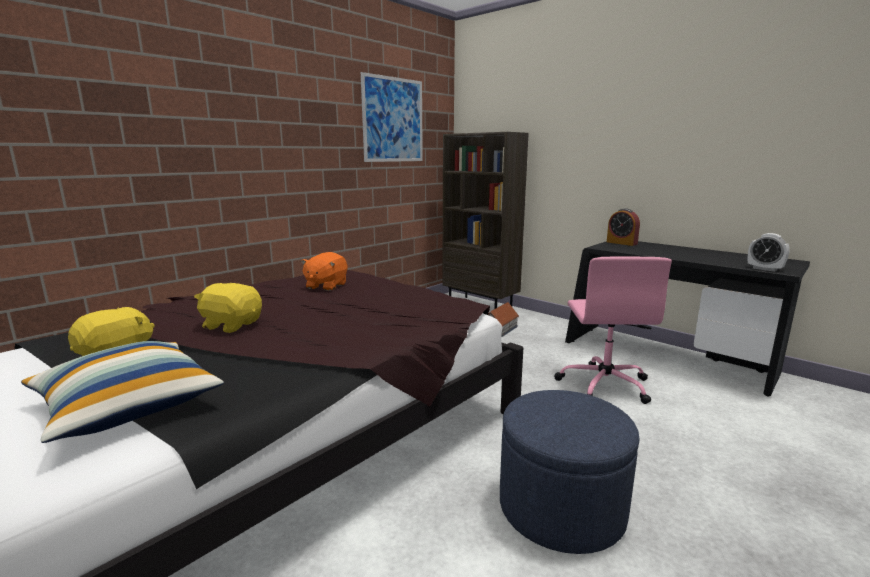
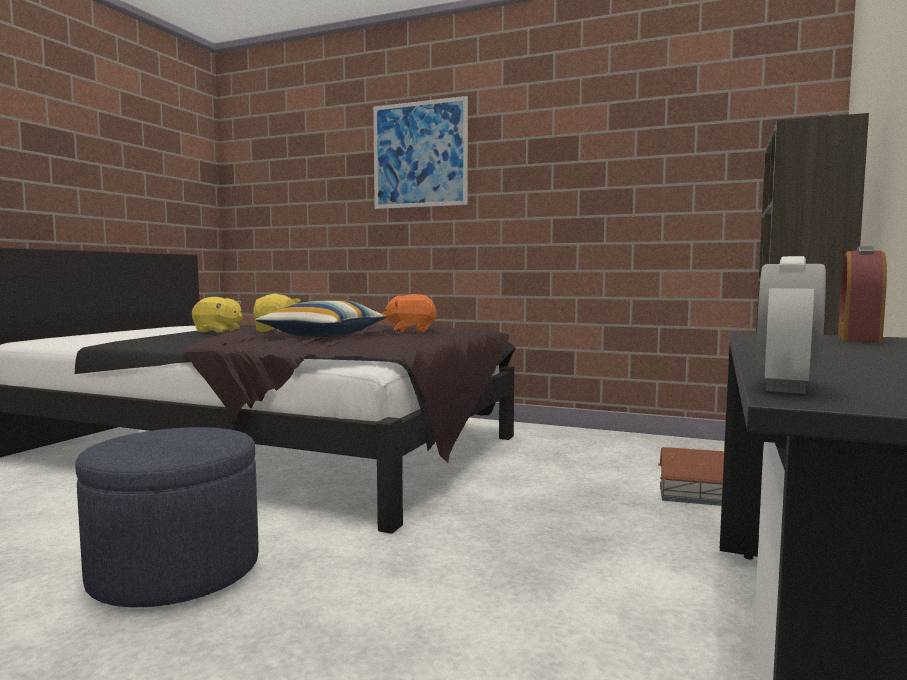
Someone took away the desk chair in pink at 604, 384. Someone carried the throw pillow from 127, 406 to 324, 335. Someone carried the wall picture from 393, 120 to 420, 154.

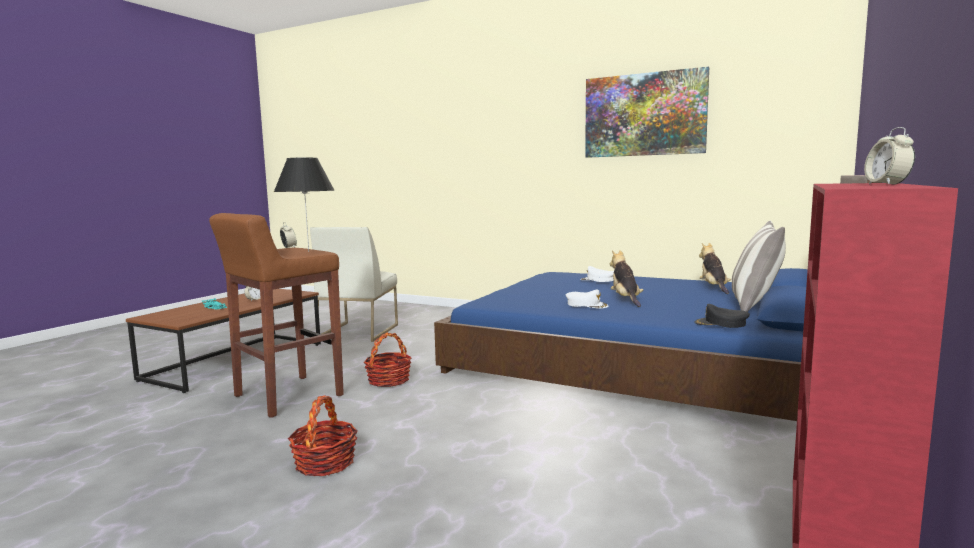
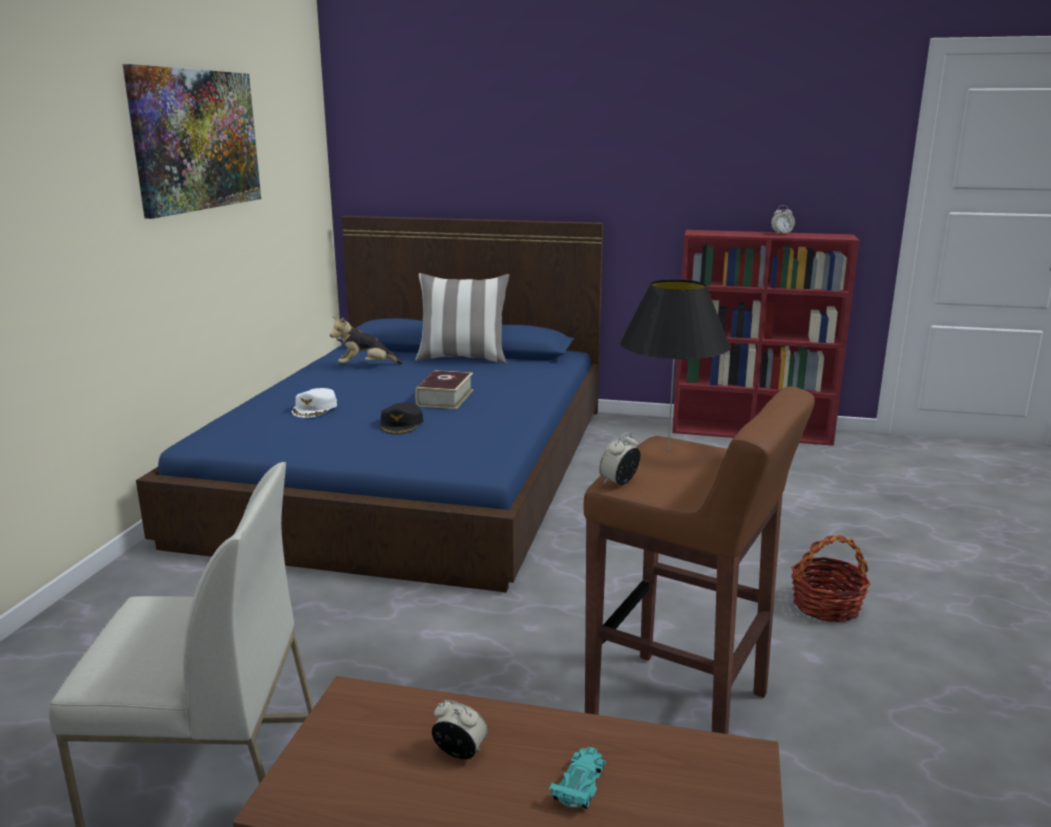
Someone took away the basket at 388, 380. Someone took away the baseball cap in white-coloured at 586, 305. Someone carried the baseball cap in black from 721, 323 to 401, 424. Someone swapped the plush toy at 625, 300 for the volume at 445, 398.

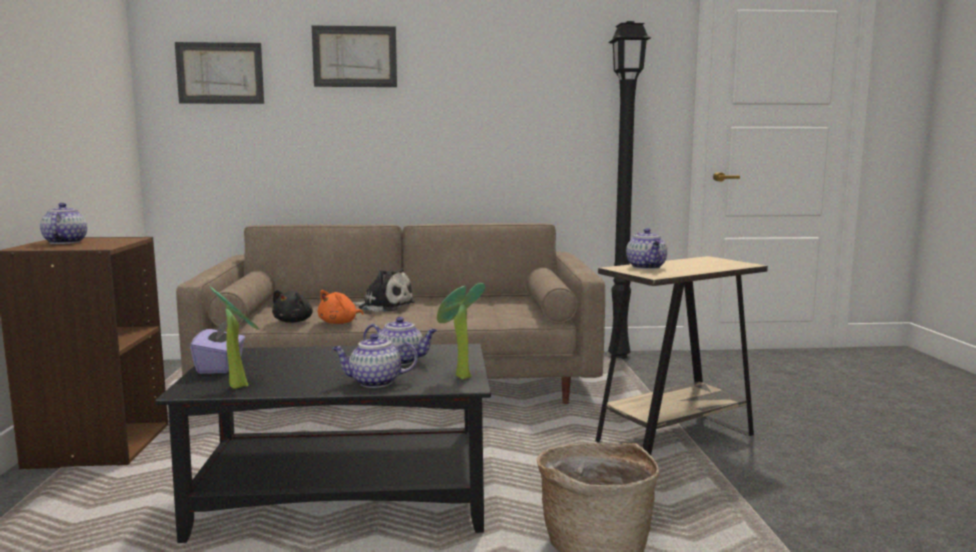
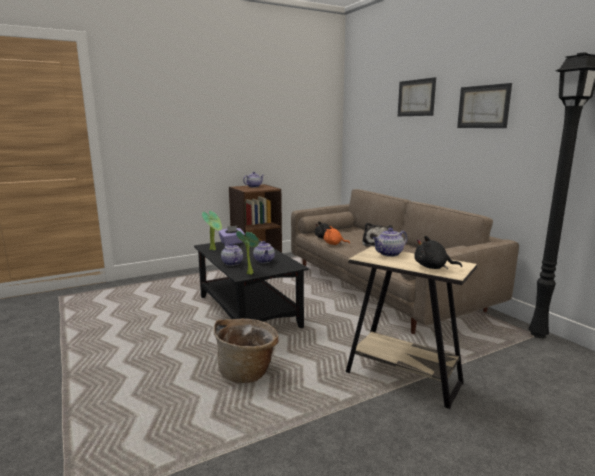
Someone put down the plush toy in black at 433, 267. Someone carried the wall picture from 220, 73 to 483, 106.

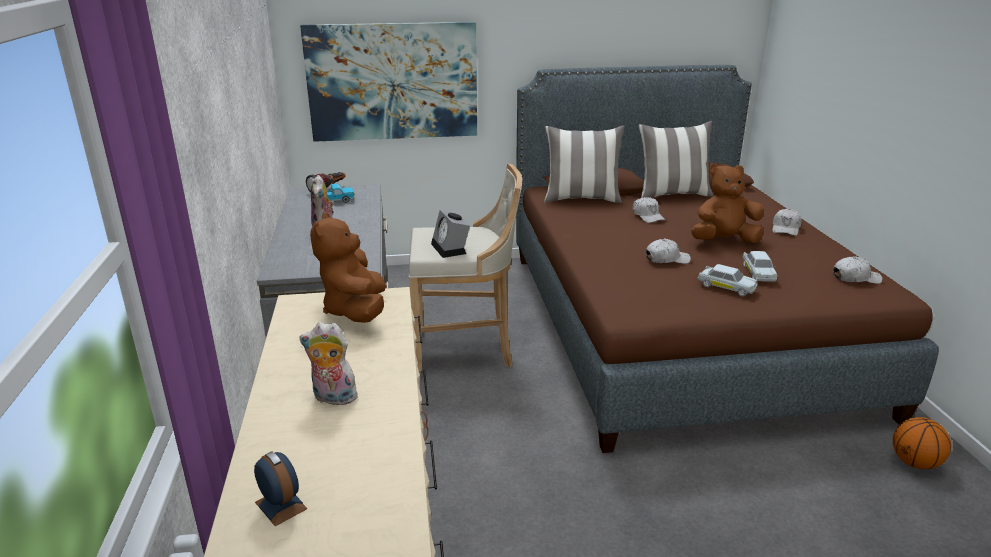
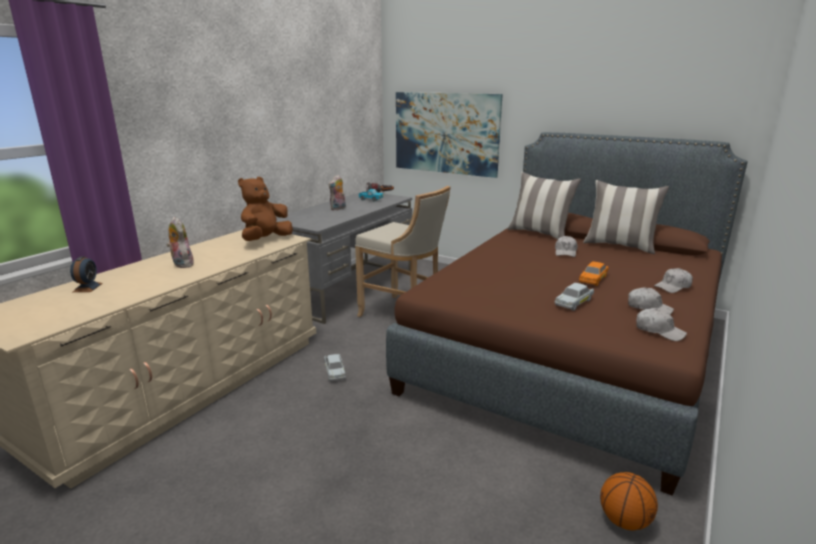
Someone took away the table clock at 451, 249. Someone carried the baseball cap in white-coloured from 666, 259 to 648, 308. Someone carried the miniature car in white-coloured from 726, 287 to 335, 372. Someone swapped the plush toy in brownish at 723, 241 for the miniature car in orange-coloured at 593, 279.

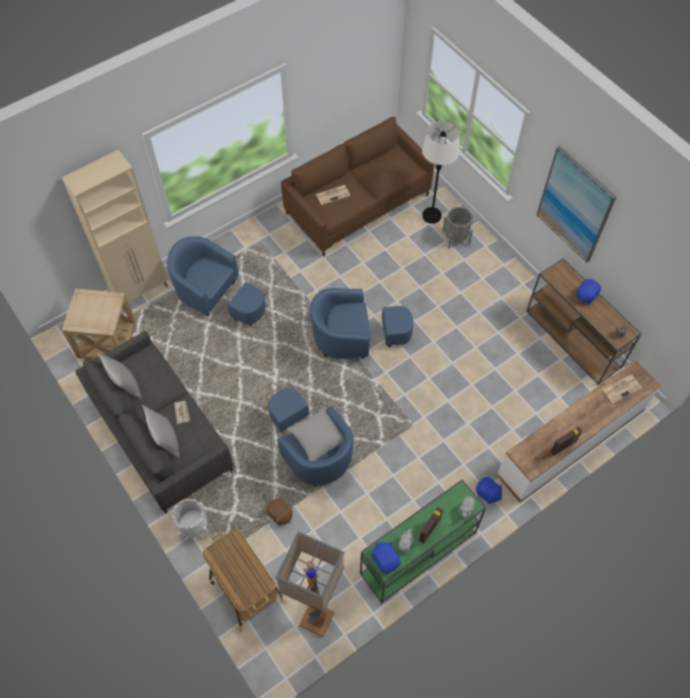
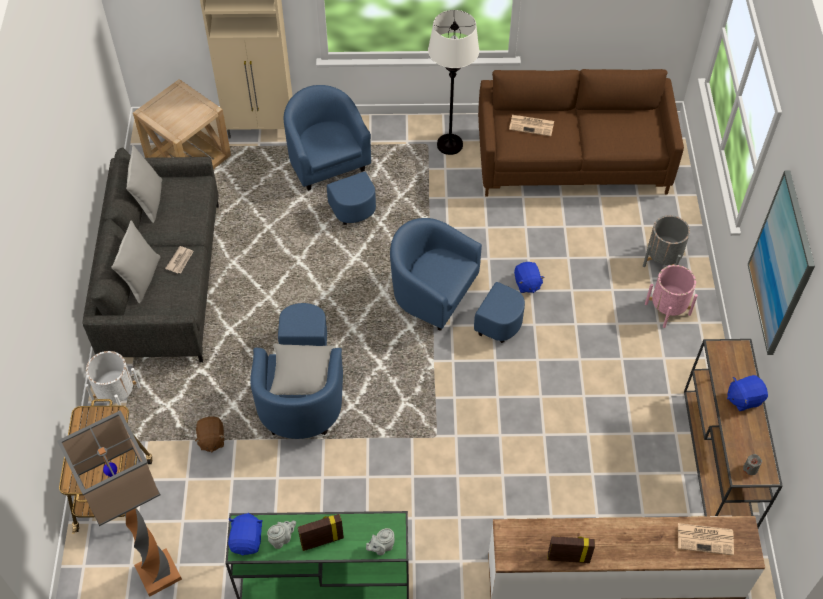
Someone put down the plant pot in pink at 667, 309. Someone carried the standard lamp in white-coloured from 431, 215 to 450, 145. Someone carried the plush toy in blue from 487, 493 to 527, 284.

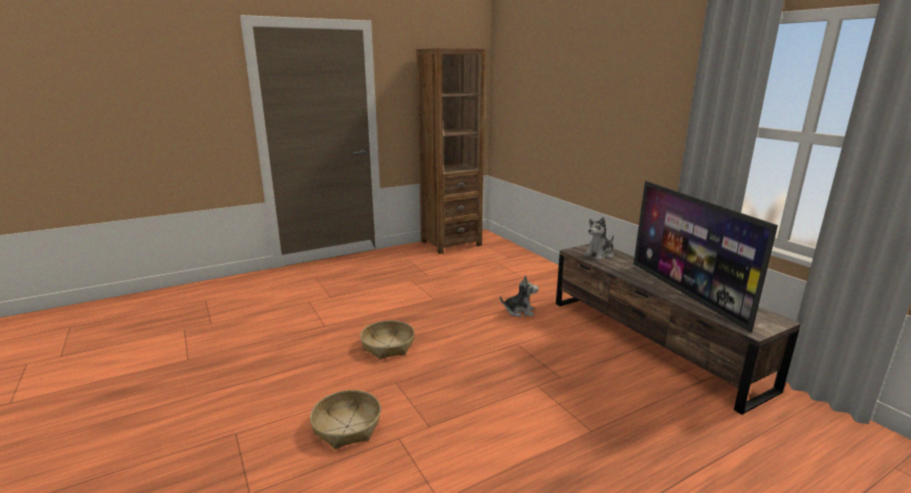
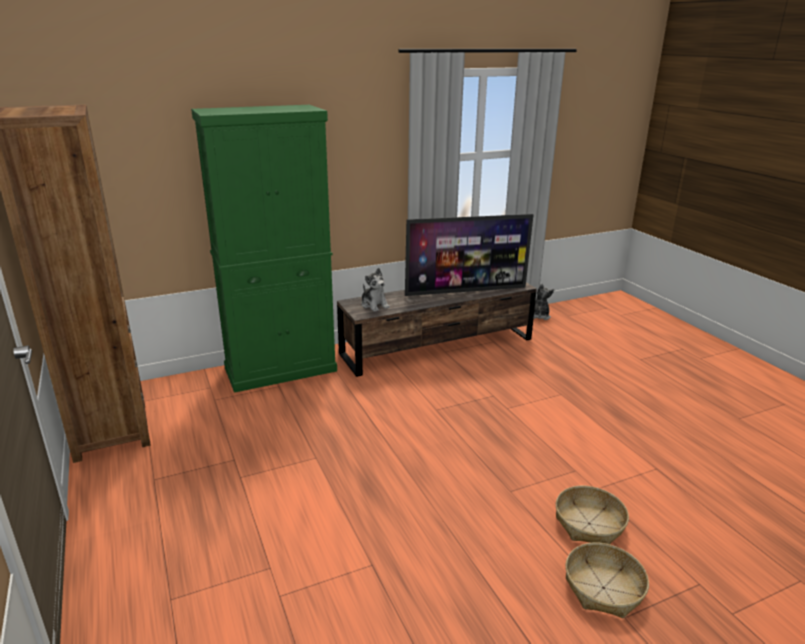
Someone put down the storage cabinet in greenish at 281, 369. Someone carried the basket from 388, 346 to 603, 587. Someone carried the plush toy from 519, 311 to 539, 316.

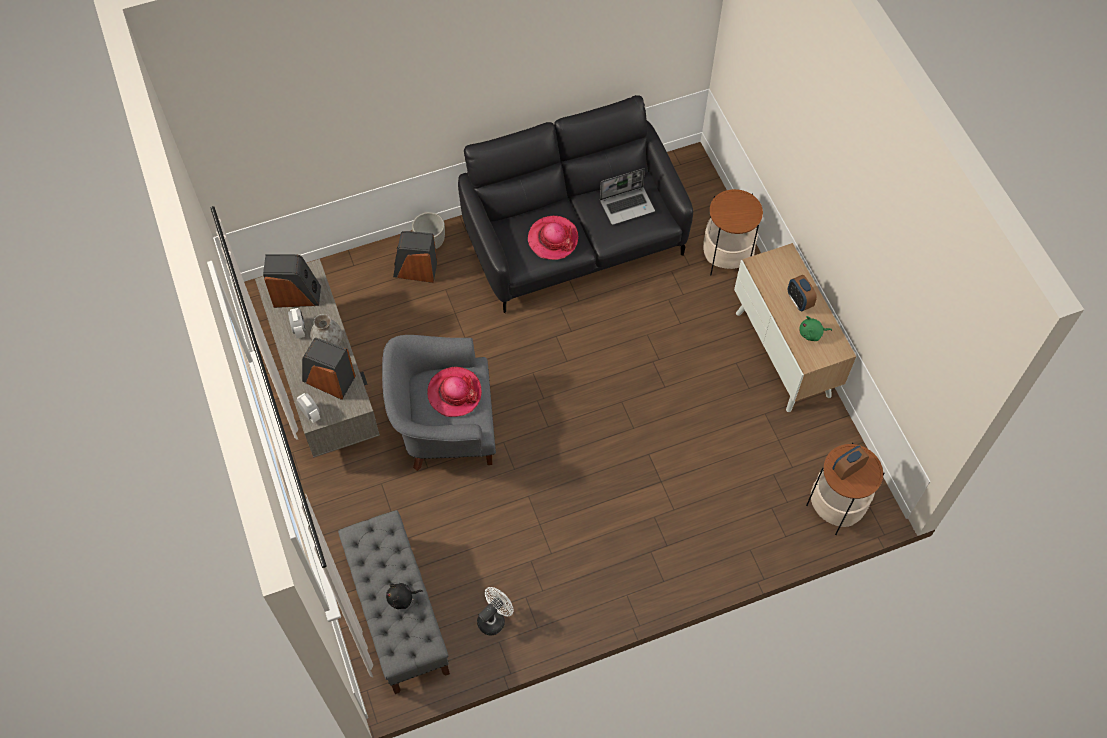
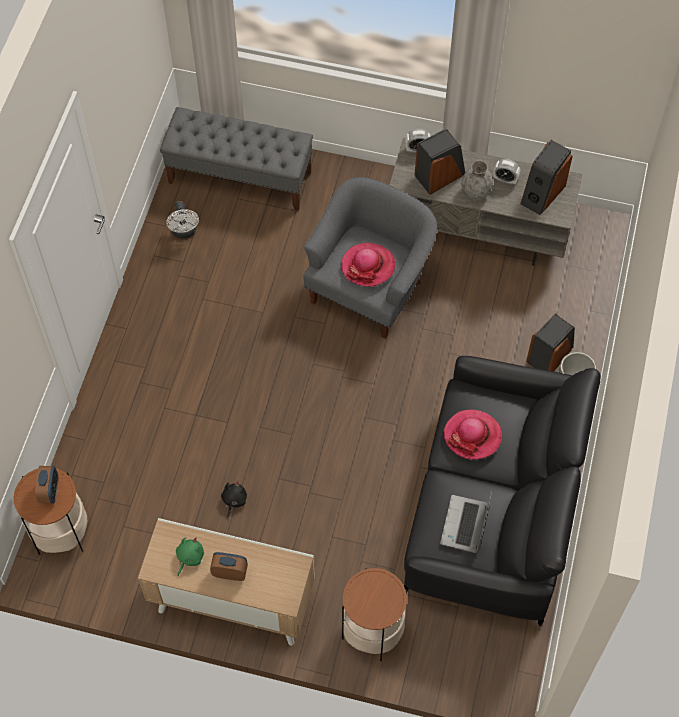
Someone carried the plush toy in black from 402, 598 to 234, 500.

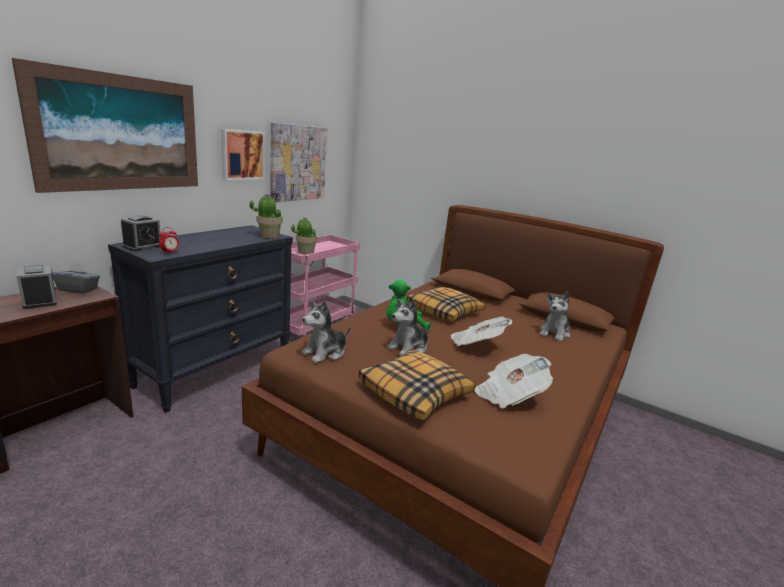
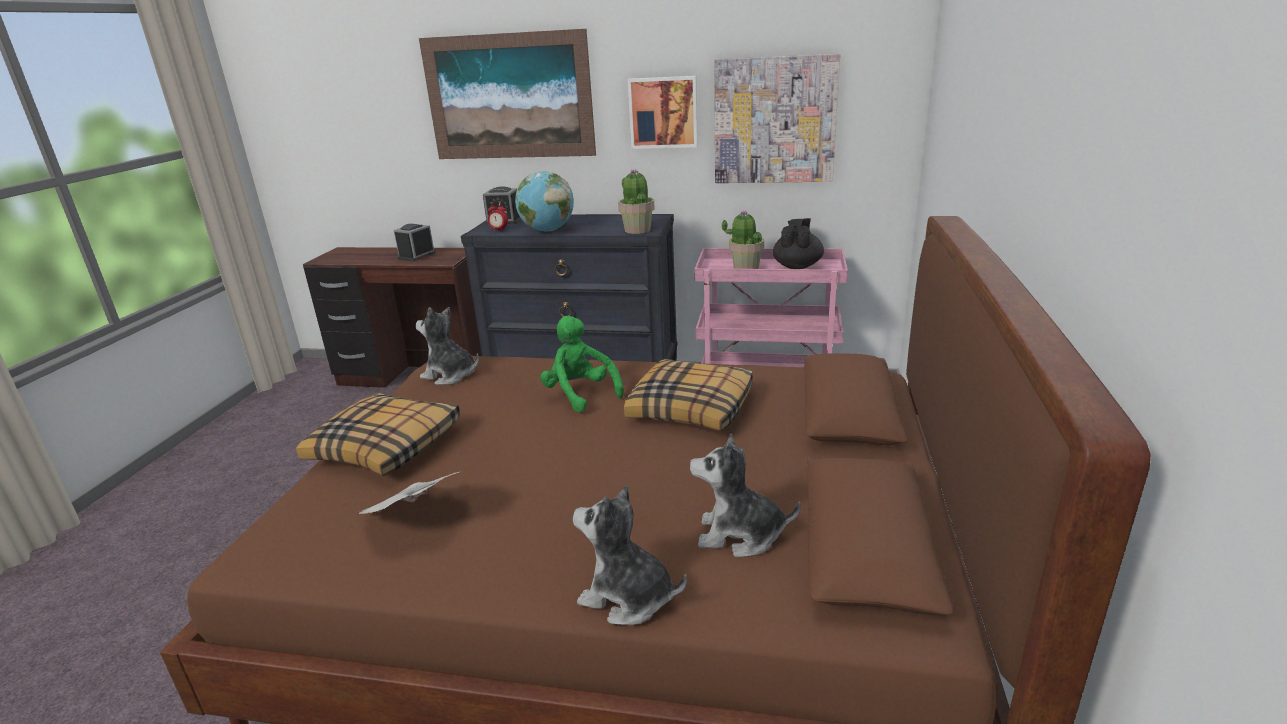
Someone took away the tissue box in gray at 78, 289. Someone took away the newspaper at 476, 344. Someone put down the desk globe at 547, 230. Someone put down the tea pot in black at 797, 266. Someone carried the plush toy from 408, 348 to 627, 598.

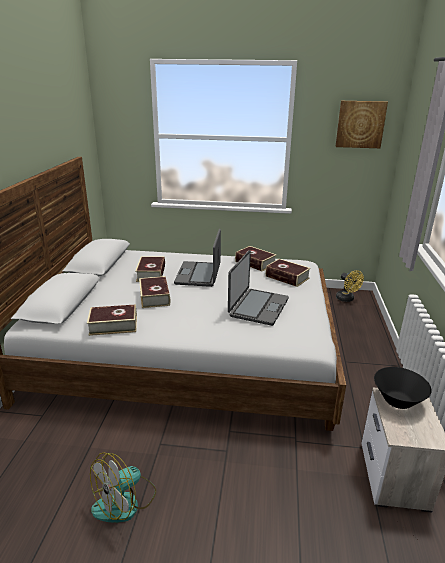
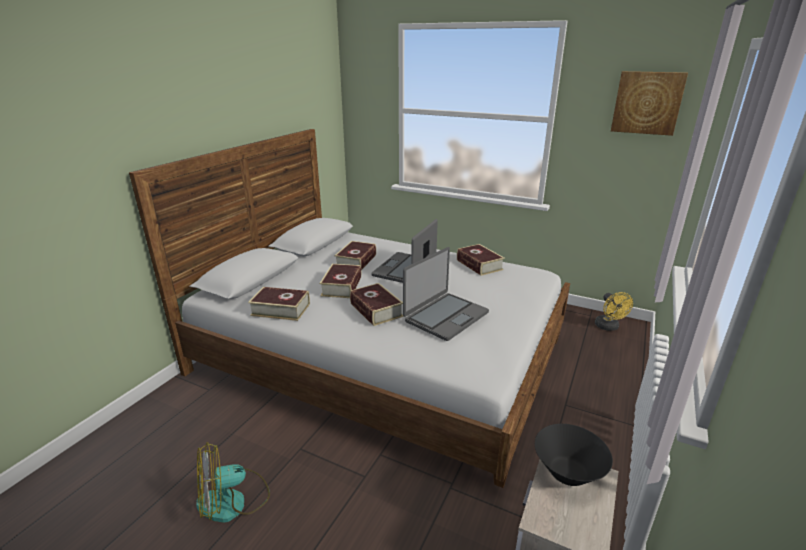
Someone carried the volume from 287, 277 to 376, 310.

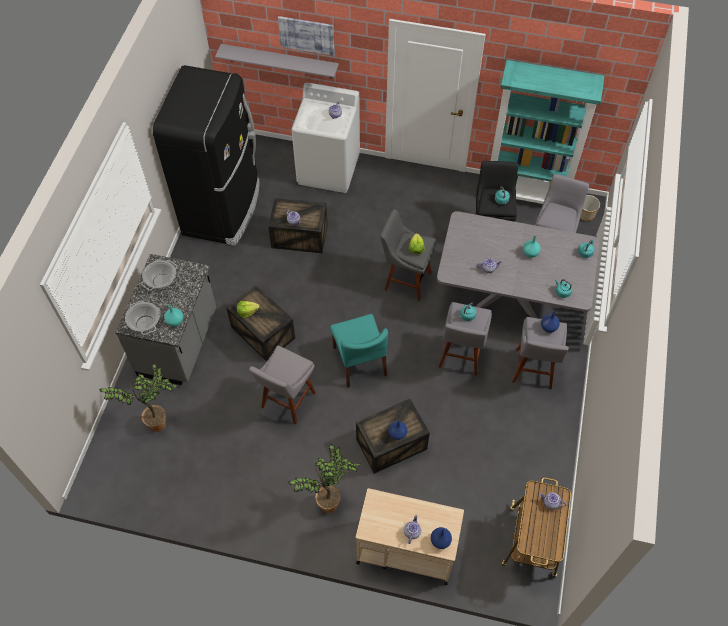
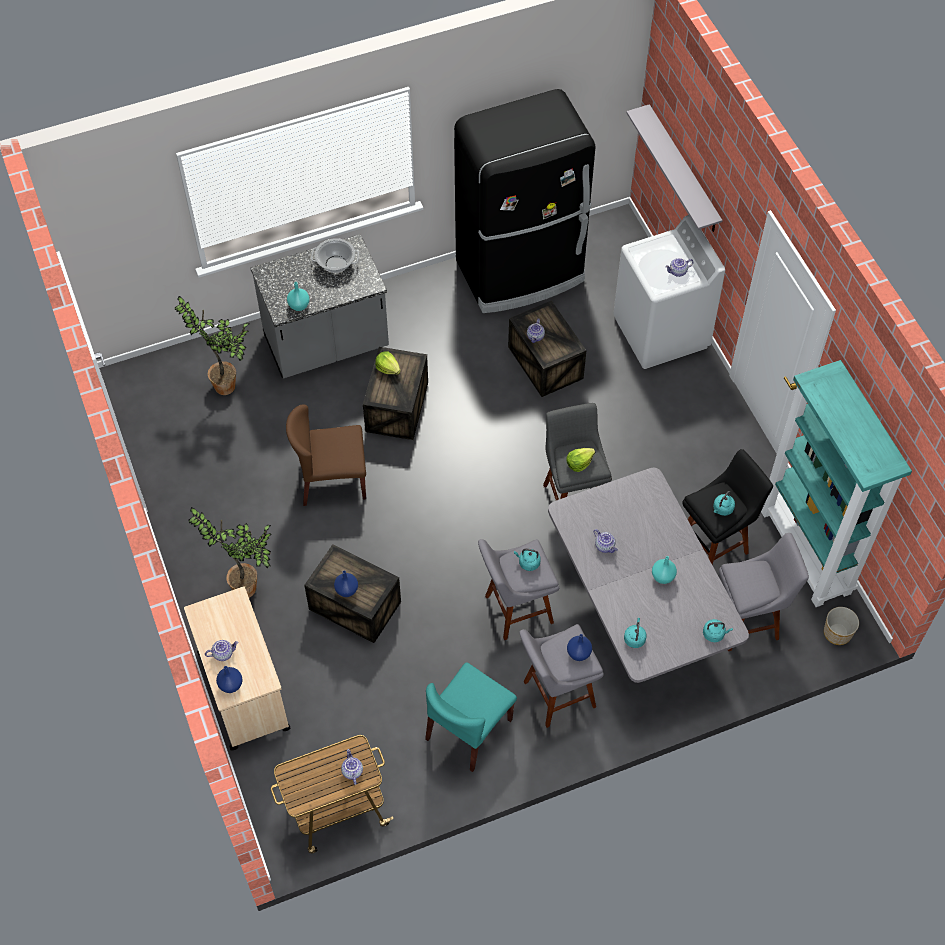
Someone took away the saucepot at 145, 323. Someone took away the wall picture at 306, 35. Someone carried the plain chair in turquoise-coloured from 359, 361 to 468, 730. Someone swapped the stool in gray at 287, 402 for the plain chair in brownish at 332, 480.

